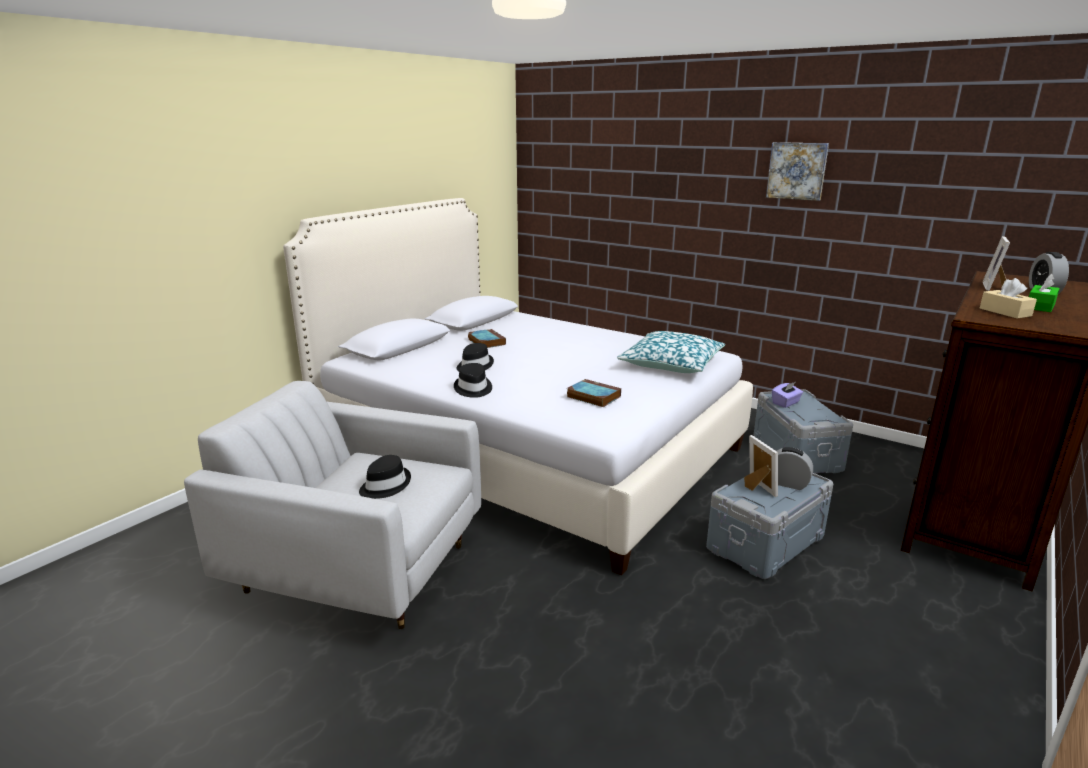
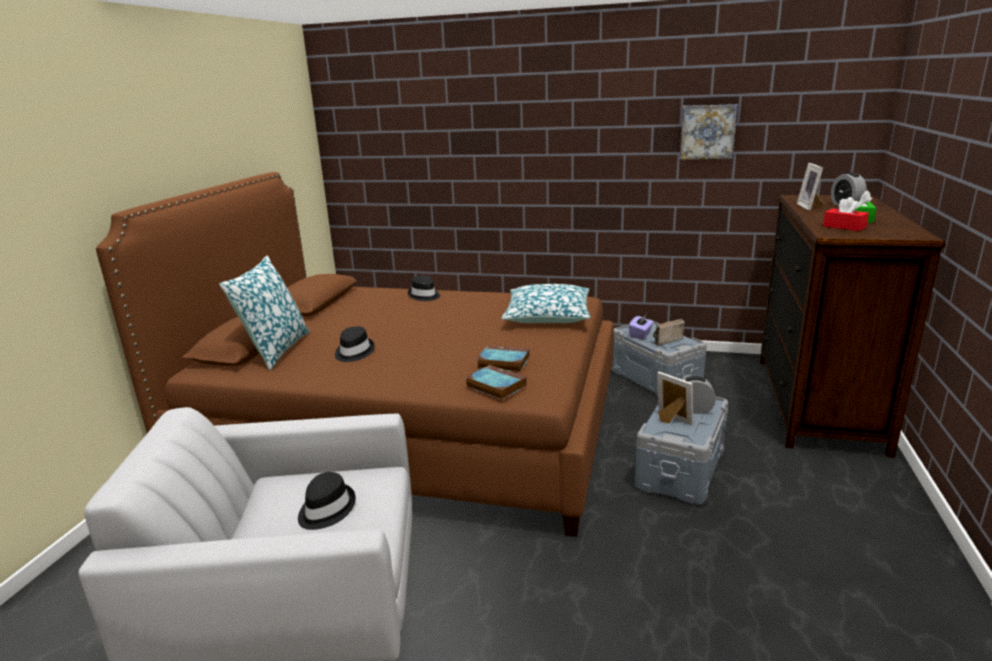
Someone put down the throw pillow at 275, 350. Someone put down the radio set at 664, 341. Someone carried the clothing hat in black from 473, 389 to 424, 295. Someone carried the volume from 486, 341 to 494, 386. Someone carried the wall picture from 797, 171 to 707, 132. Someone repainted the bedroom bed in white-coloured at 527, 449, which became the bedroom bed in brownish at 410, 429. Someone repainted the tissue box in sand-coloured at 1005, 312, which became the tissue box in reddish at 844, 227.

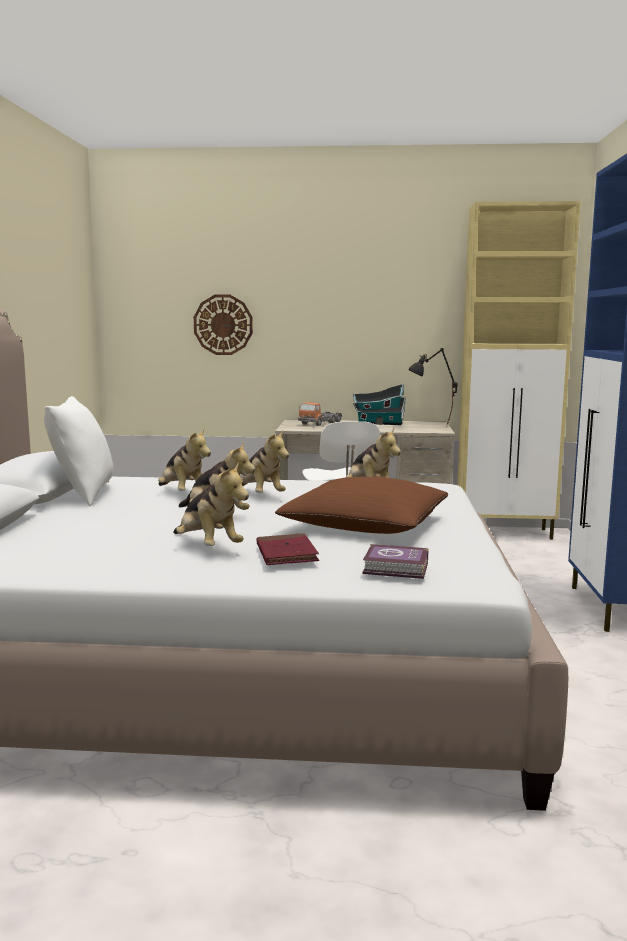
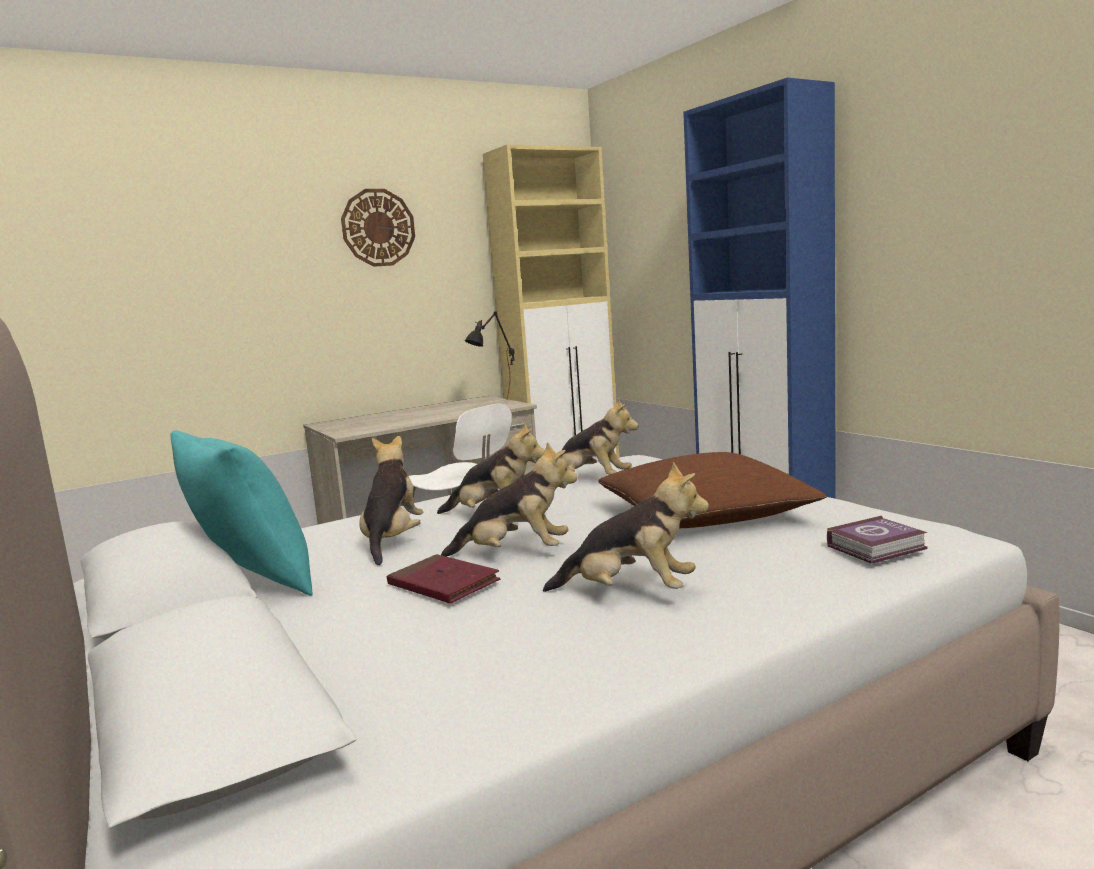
Someone took away the model truck at 320, 423. Someone took away the miniature house at 378, 423. Someone carried the wall clock from 223, 325 to 378, 227. Someone carried the volume in reddish from 286, 554 to 443, 584. Someone repainted the throw pillow in white-coloured at 83, 495, which became the throw pillow in turquoise-coloured at 252, 584. Someone rotated the plush toy at 182, 493 by 105 degrees counterclockwise.

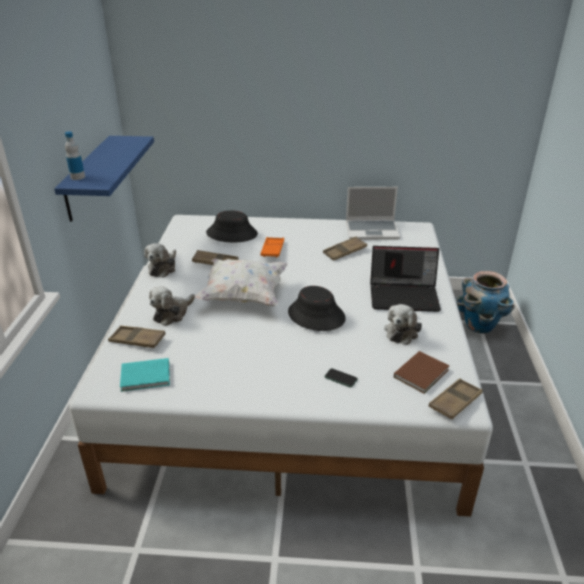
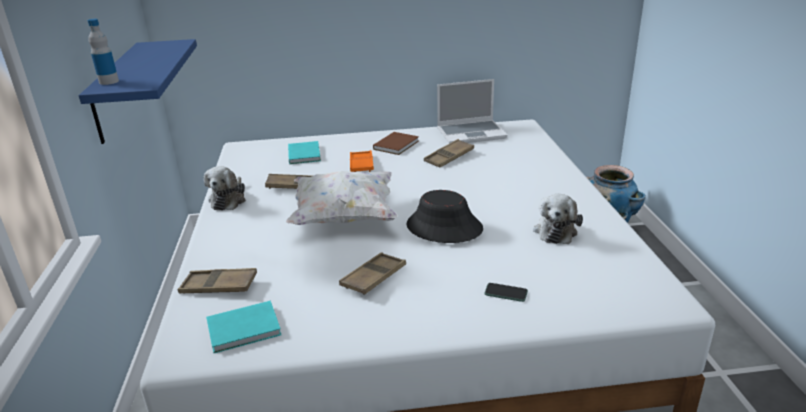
Someone took away the plush toy at 172, 313. Someone took away the notebook computer at 404, 296. Someone carried the volume in brownish from 422, 373 to 397, 145. Someone carried the serving tray in brownish from 455, 402 to 373, 277. Someone swapped the clothing hat in black at 232, 233 for the volume in turquoise-coloured at 305, 154.

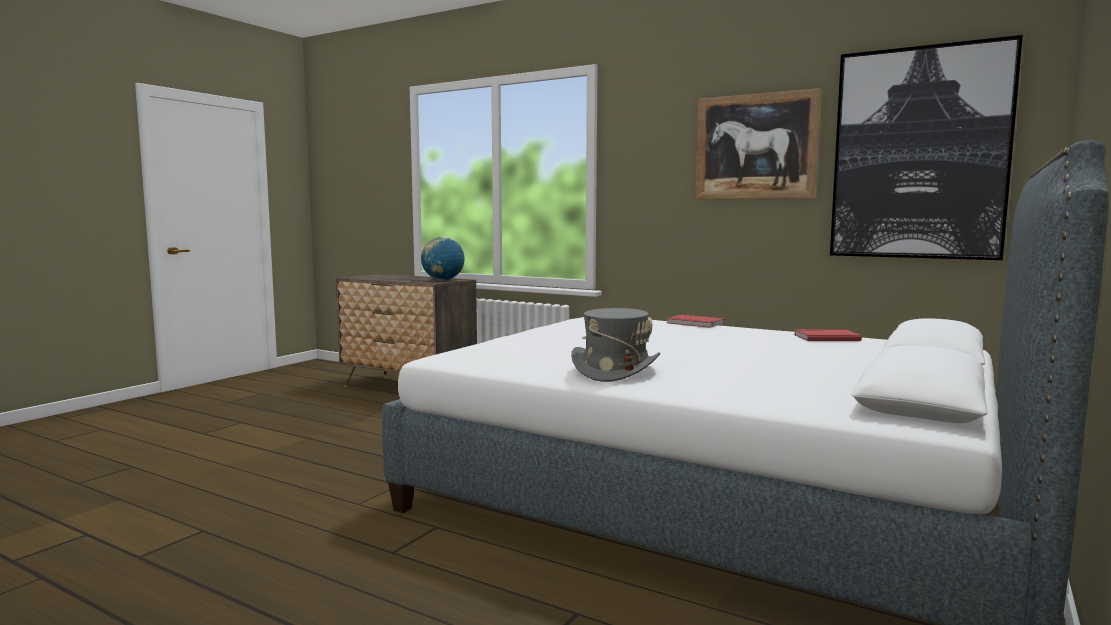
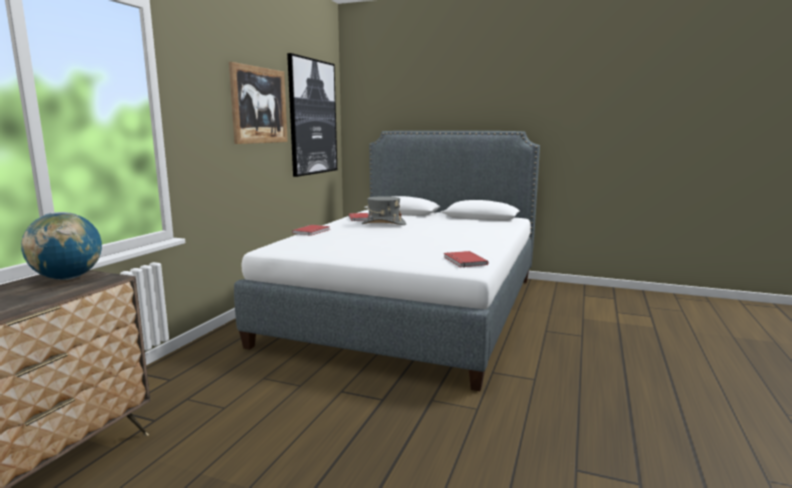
Someone put down the volume in reddish at 463, 261. Someone carried the clothing hat in gray from 615, 370 to 383, 224.

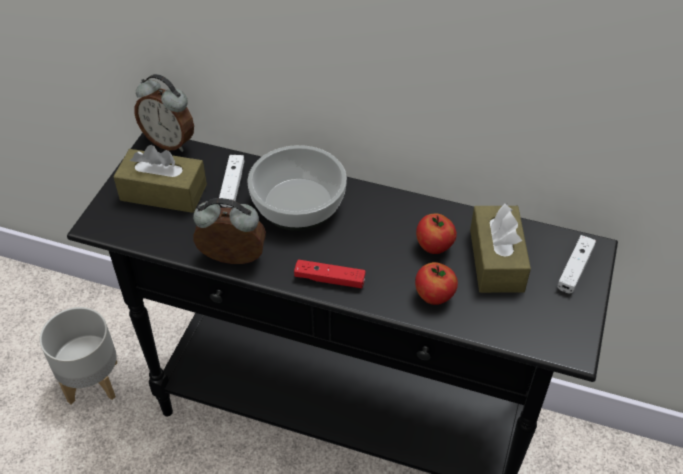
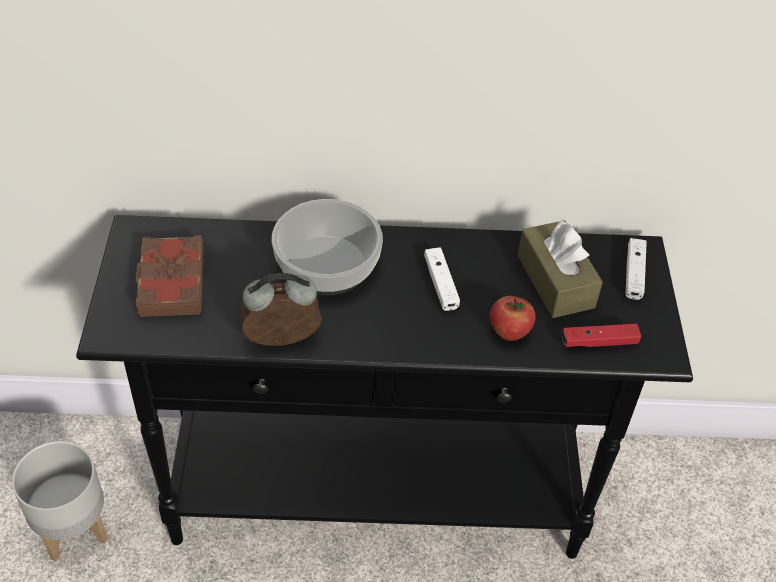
Someone took away the table clock at 170, 142. Someone took away the whole apple at 434, 247. Someone carried the joypad in white-coloured from 232, 185 to 441, 284. Someone carried the joypad in reddish from 329, 279 to 599, 342. Someone swapped the tissue box in brownish at 163, 192 for the volume in brownish at 170, 283.

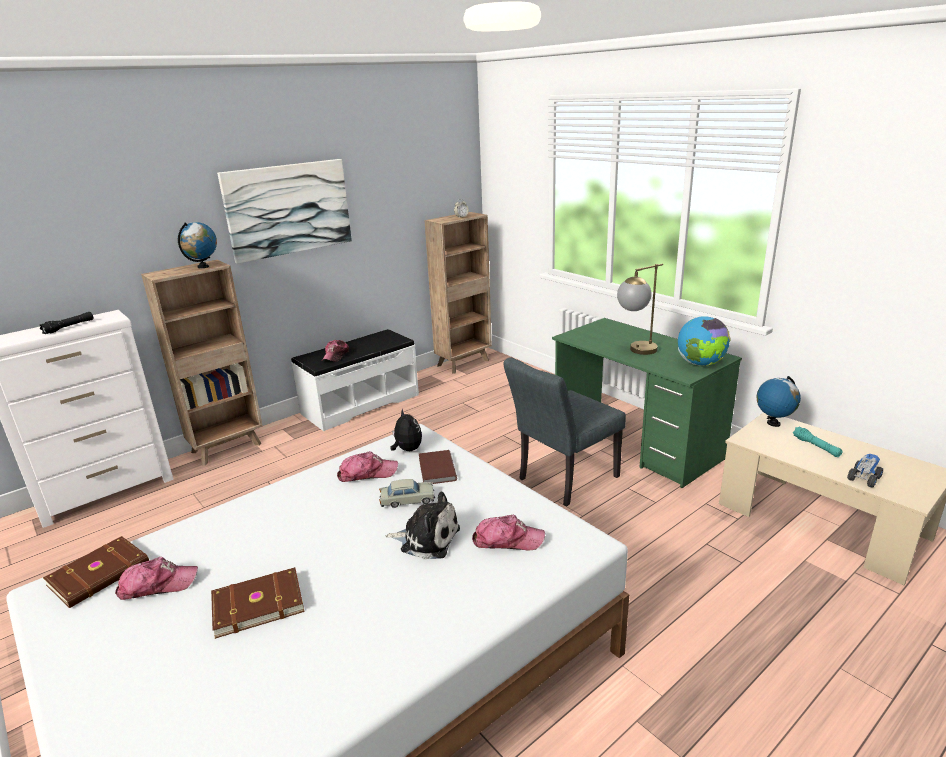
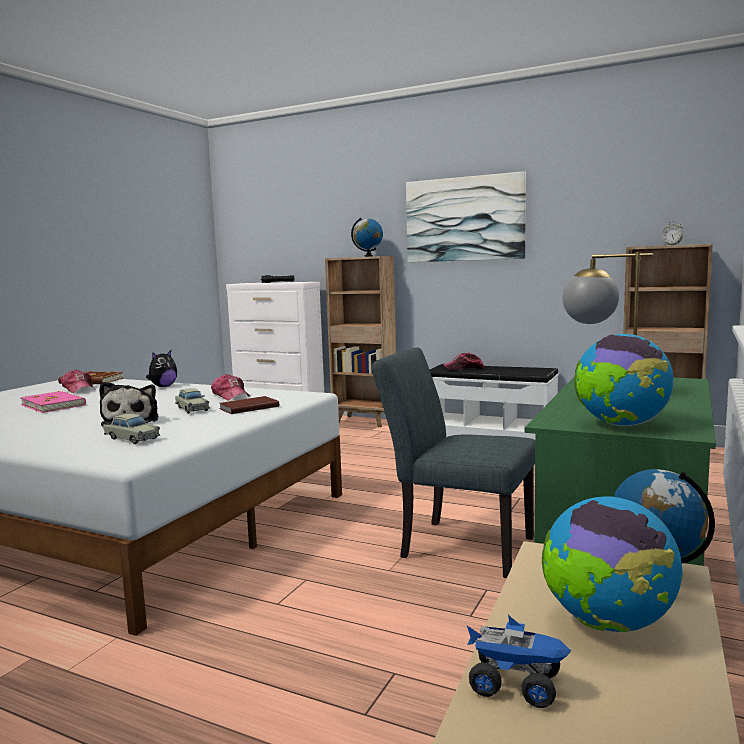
Someone carried the plush toy from 407, 449 to 163, 386. Someone swapped the baseball cap at 507, 540 for the miniature car in sand-coloured at 132, 438. Someone swapped the flashlight in turquoise-coloured at 816, 446 for the desk globe at 608, 624. Someone repainted the volume in brownish at 257, 603, which became the volume in pink at 54, 405.

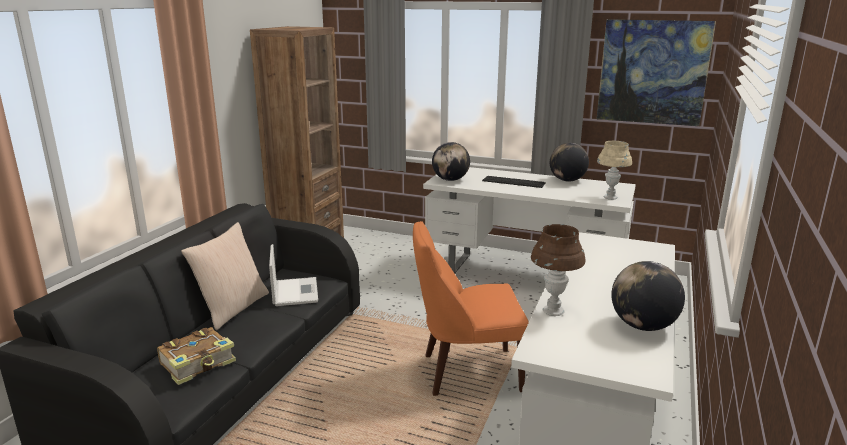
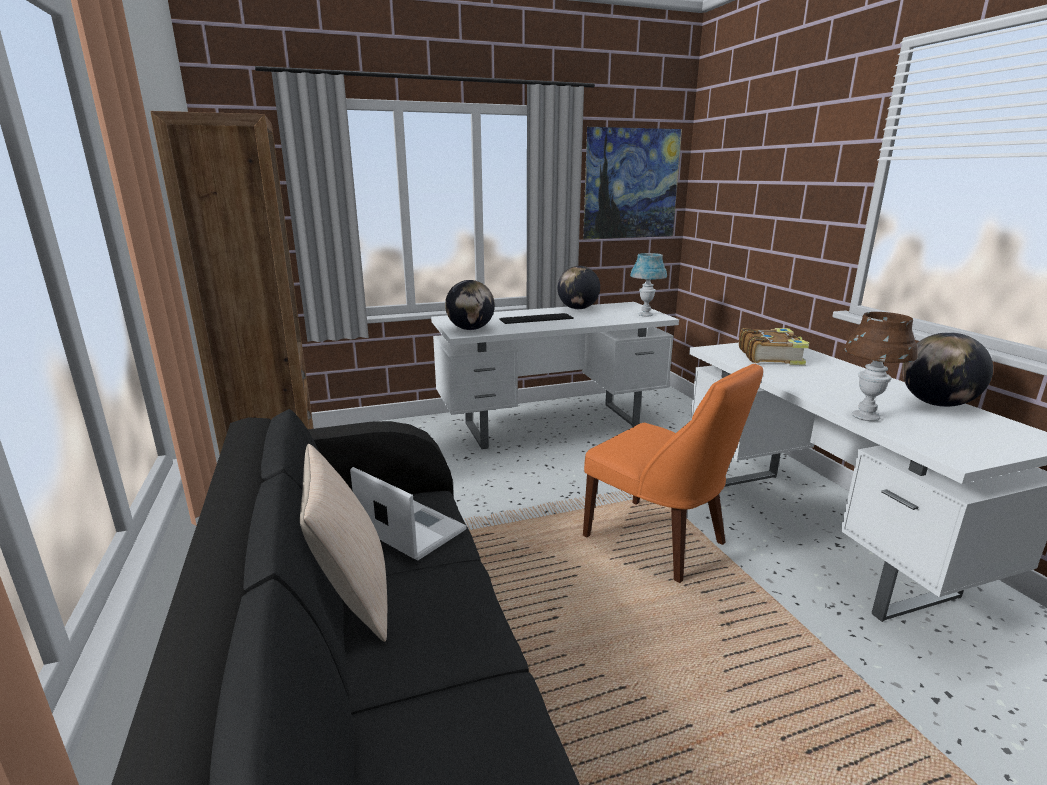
Someone carried the volume from 198, 363 to 770, 356. Someone repainted the tabletop lamp in sand-coloured at 610, 197, which became the tabletop lamp in blue at 645, 315. Someone rotated the plain chair in orange-coloured at 466, 372 by 90 degrees counterclockwise.

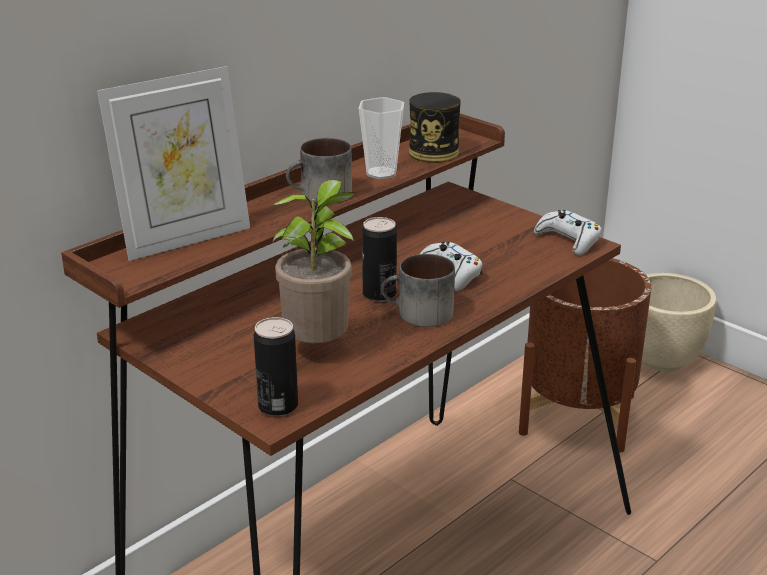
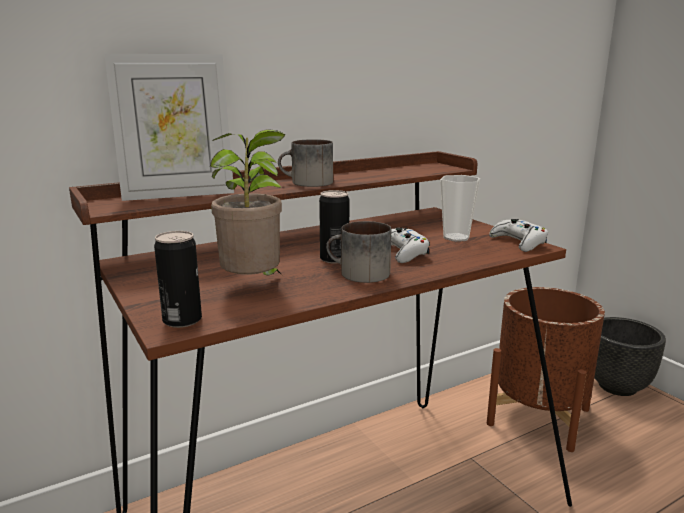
Someone took away the sealed can at 433, 153. Someone carried the drinking cup from 381, 173 to 456, 238. Someone repainted the plant pot in sand-coloured at 662, 360, which became the plant pot in black at 617, 386.

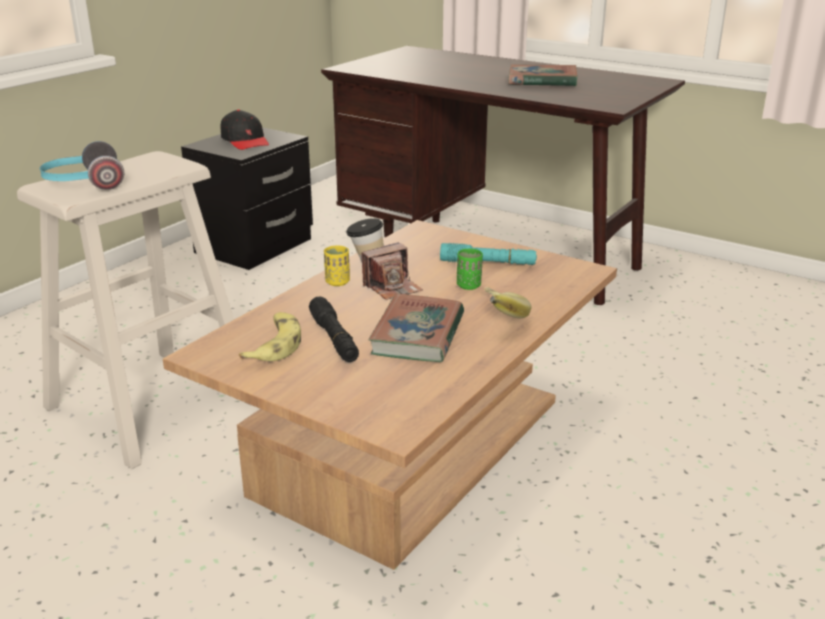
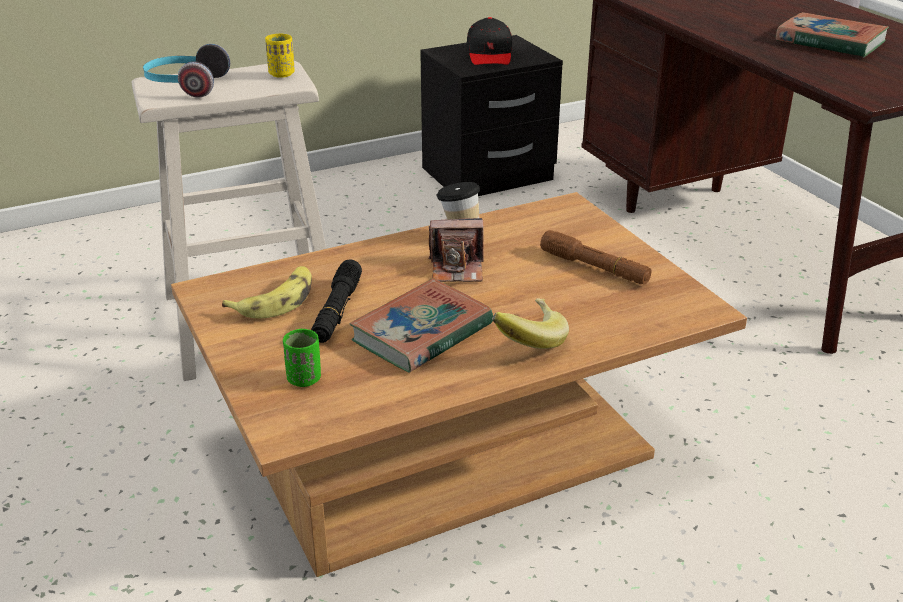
Someone carried the drinking cup in yellow from 337, 282 to 281, 74. Someone carried the drinking cup in greenish from 468, 286 to 304, 379. Someone repainted the flashlight in turquoise-coloured at 488, 263, which became the flashlight in brownish at 594, 268.

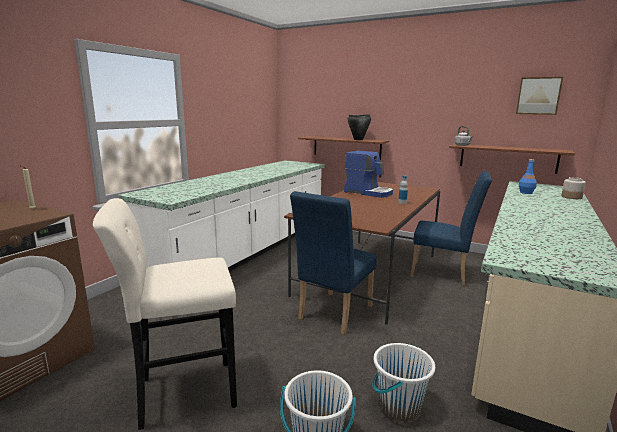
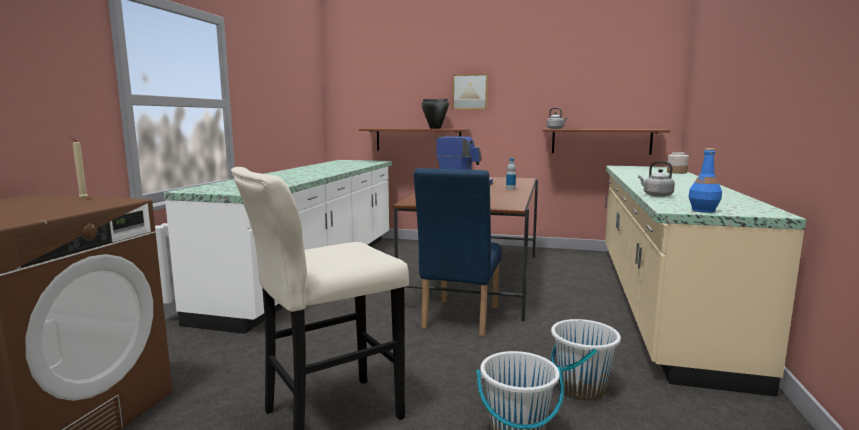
Someone took away the plain chair in blue at 444, 274. Someone put down the tea kettle in gray at 656, 195. Someone carried the wall picture from 538, 96 to 470, 92. Someone carried the bottle in blue from 525, 192 to 703, 210.

